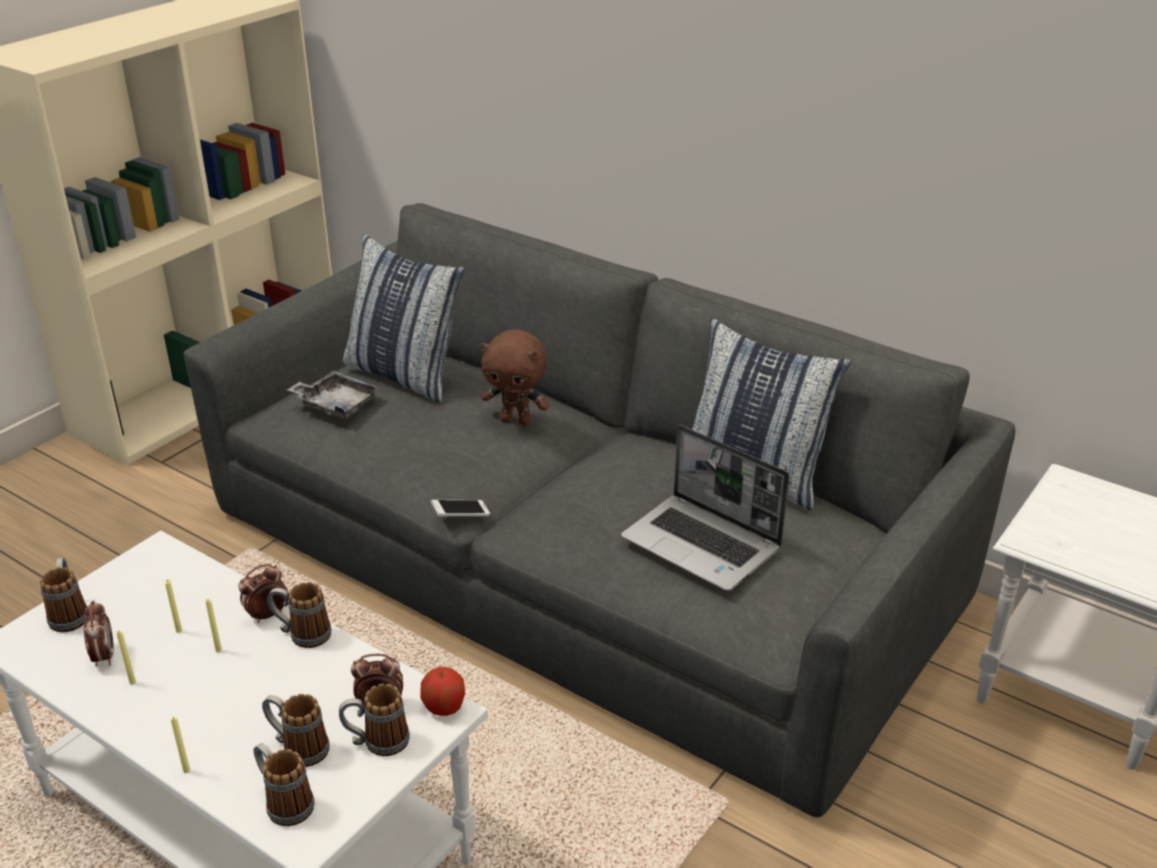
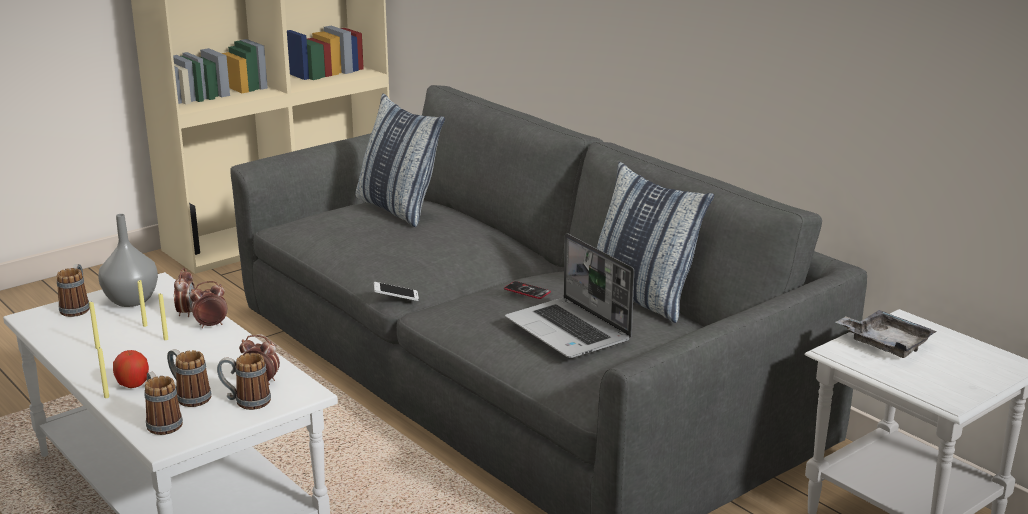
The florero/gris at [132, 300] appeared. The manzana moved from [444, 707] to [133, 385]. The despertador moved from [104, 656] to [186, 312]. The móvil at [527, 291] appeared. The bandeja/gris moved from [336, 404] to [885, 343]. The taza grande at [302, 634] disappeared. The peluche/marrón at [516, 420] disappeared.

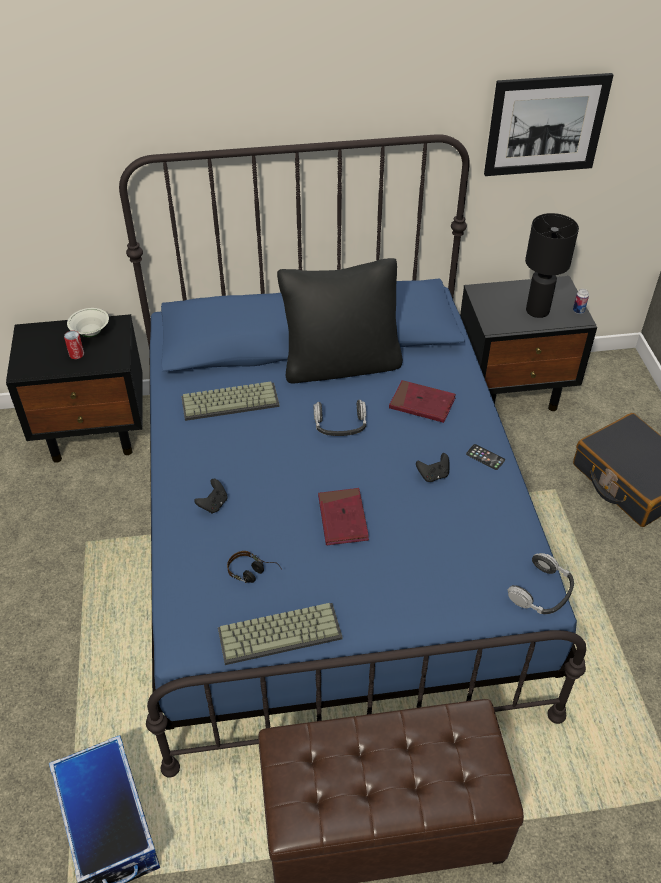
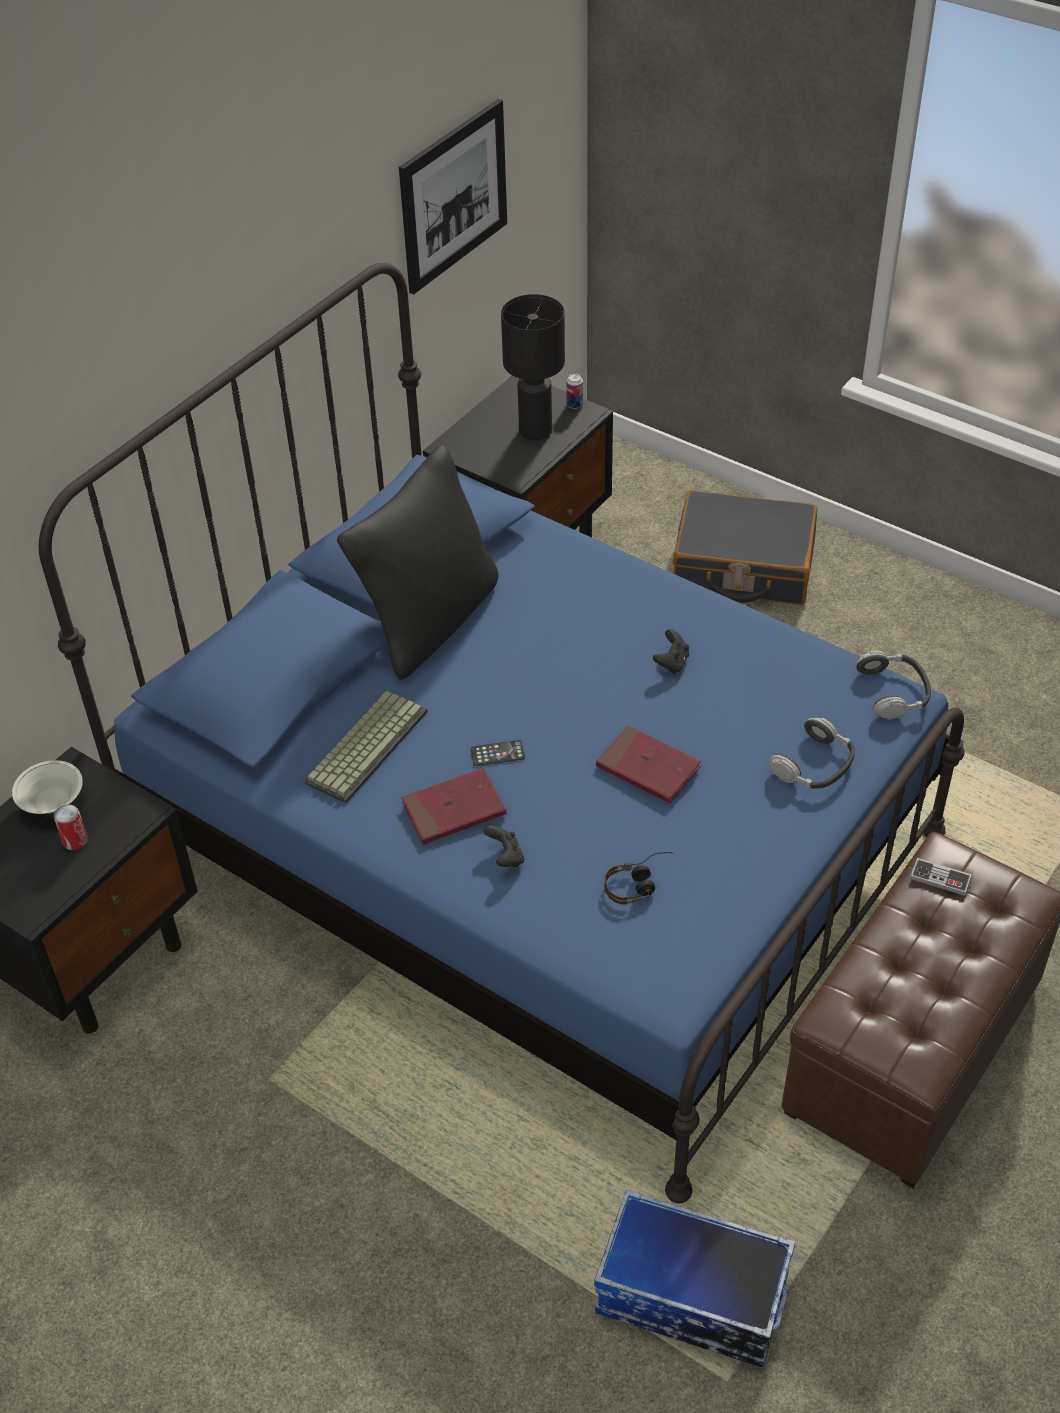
The libro/rojo moved from [422, 404] to [454, 810]. The móvil moved from [485, 457] to [497, 753]. The auriculares moved from [340, 424] to [814, 765]. The mando de consola at [940, 878] appeared. The teclado at [280, 632] disappeared.

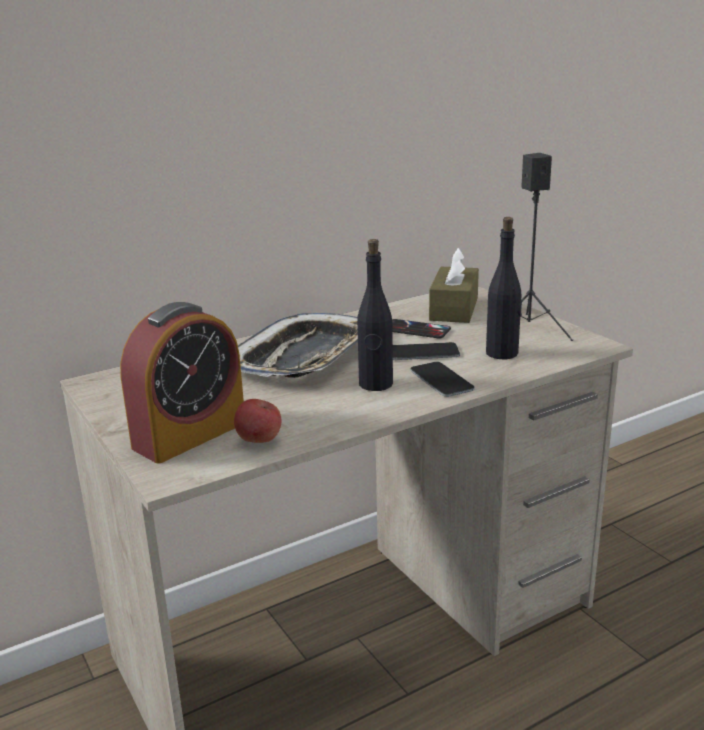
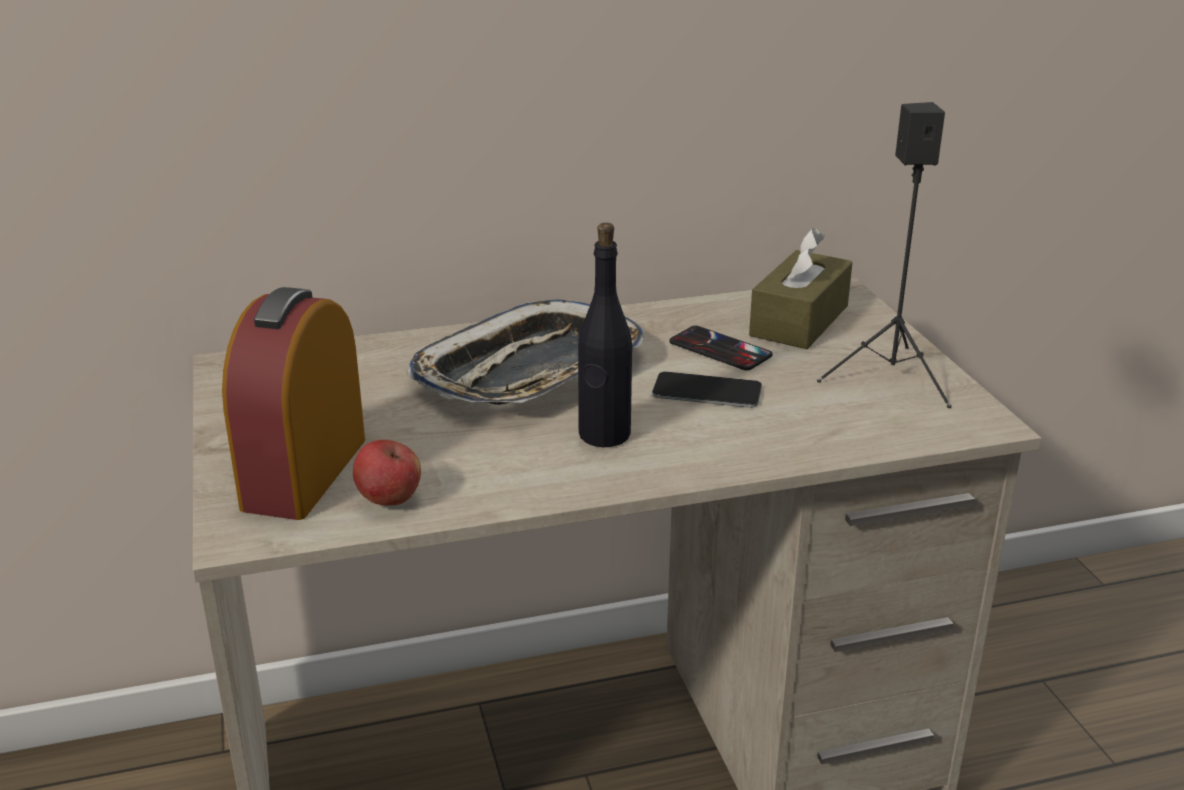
The despertador at [190, 435] turned 135 degrees clockwise. The móvil at [441, 380] disappeared. The botella/negro at [502, 353] disappeared.

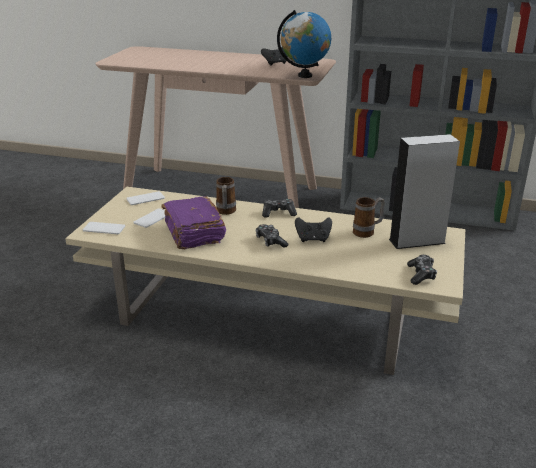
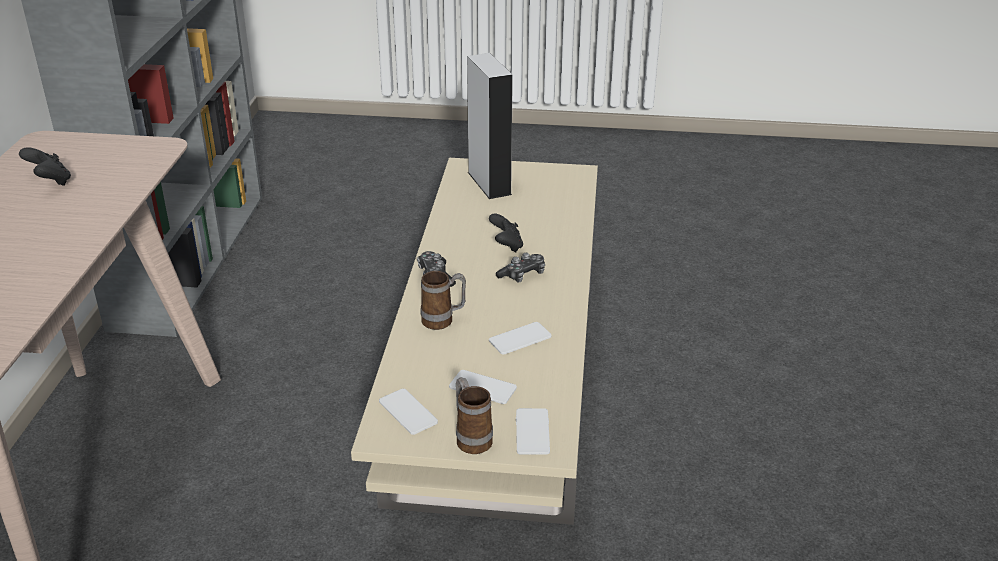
The taza grande moved from [367, 232] to [471, 437]. The libro/morado at [193, 233] was replaced by the móvil at [520, 339]. The globo terráqueo at [304, 76] disappeared. The mando de consola at [421, 275] disappeared.

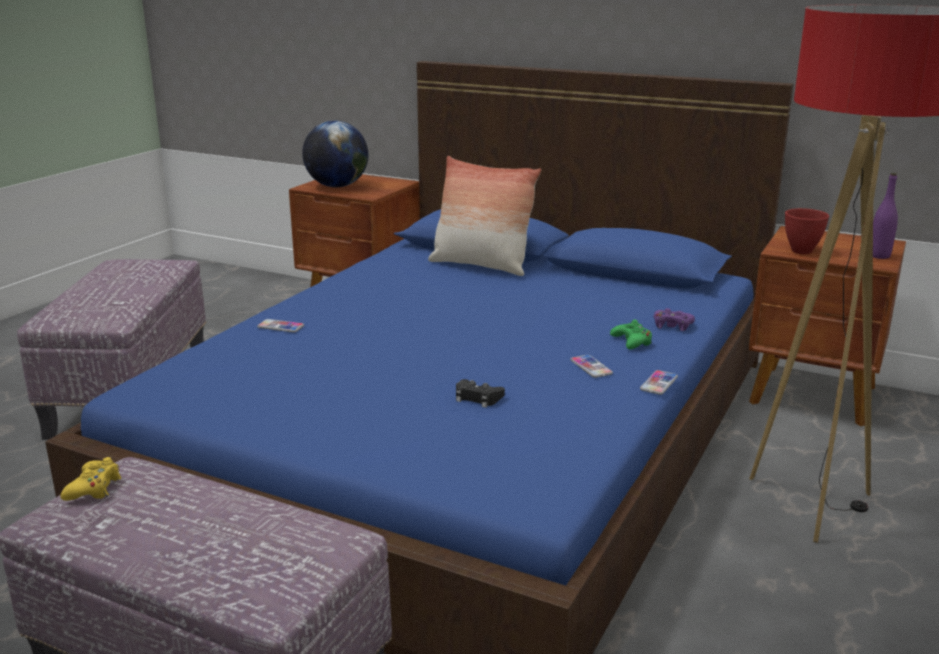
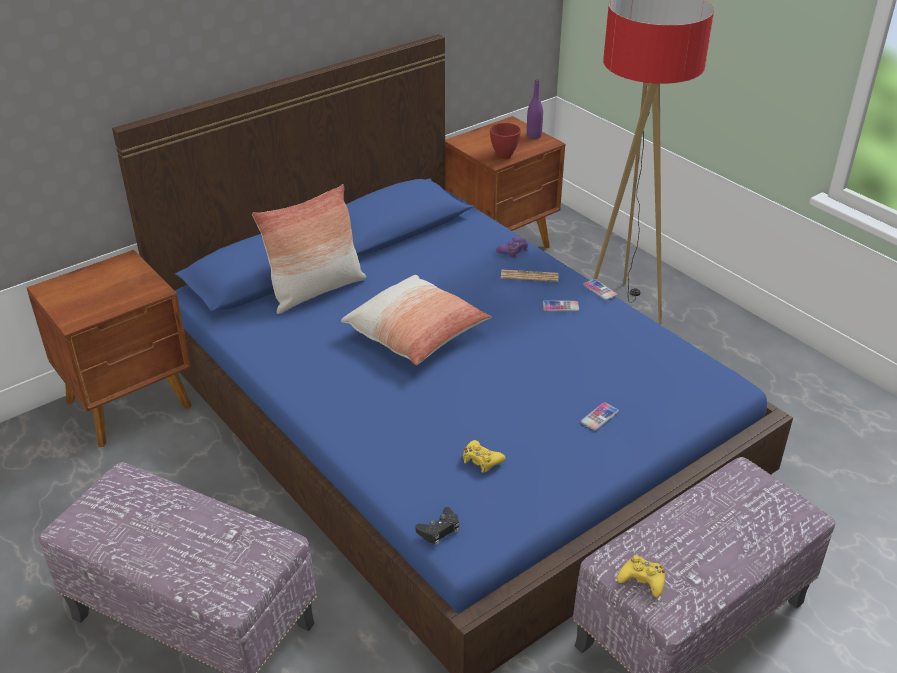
The cojín at [416, 335] appeared. The mando de consola/negro moved from [477, 398] to [439, 530]. The mando de consola/amarillo at [481, 460] appeared. The mando de consola/verde at [632, 342] was replaced by the periódico at [529, 276]. The móvil moved from [280, 327] to [599, 417]. The globo terráqueo at [337, 186] disappeared.

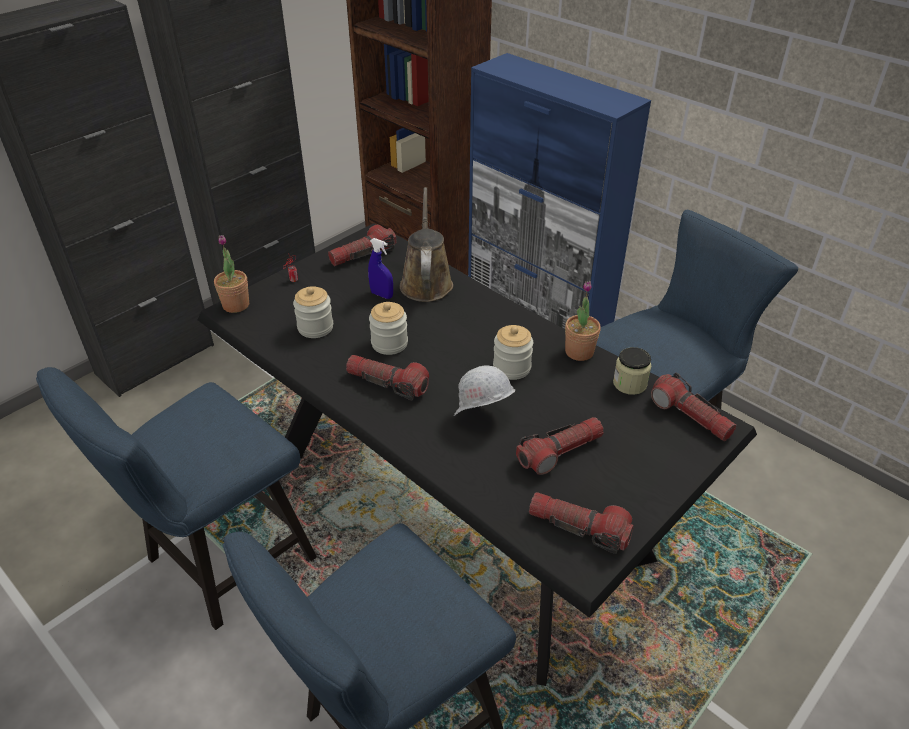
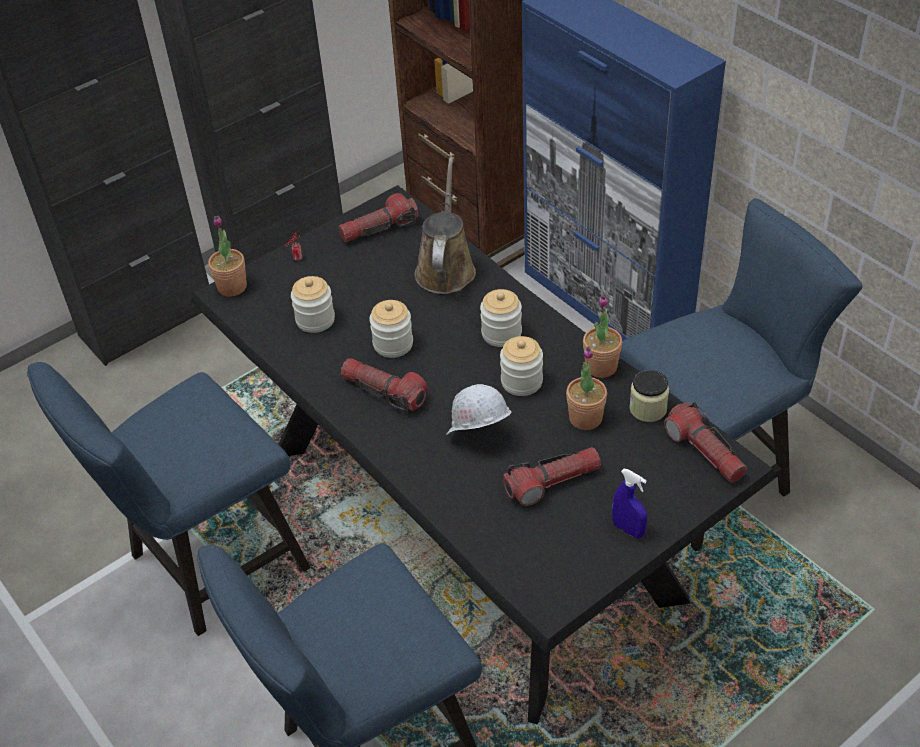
The tarro at [501, 333] appeared. The planta en maceta at [585, 418] appeared. The pulverizador/azul moved from [381, 295] to [628, 529]. The linterna at [579, 528] disappeared.

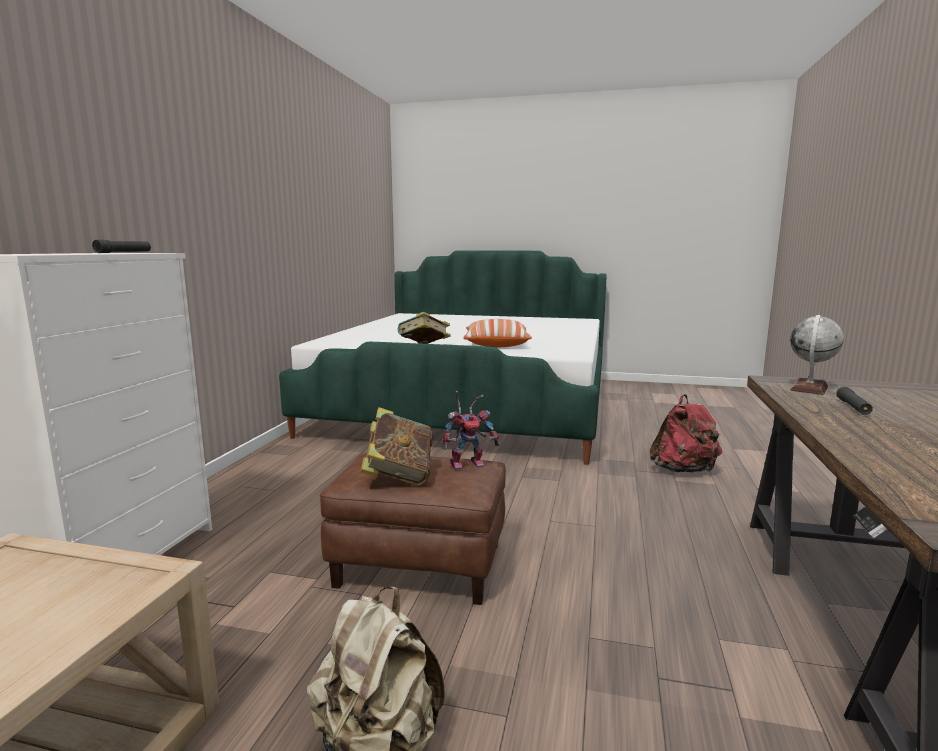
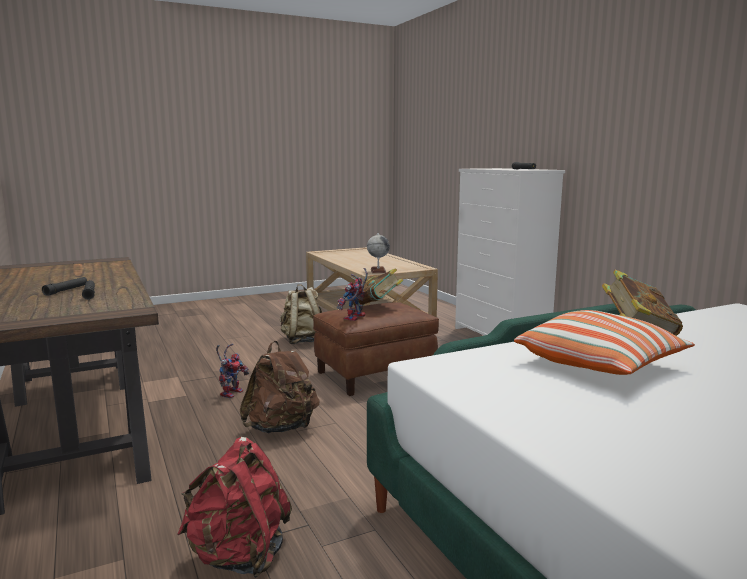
The linterna/negro at [66, 290] appeared. The robot de juguete at [231, 392] appeared. The mochila/marrón at [281, 428] appeared. The globo terráqueo moved from [809, 388] to [378, 271].

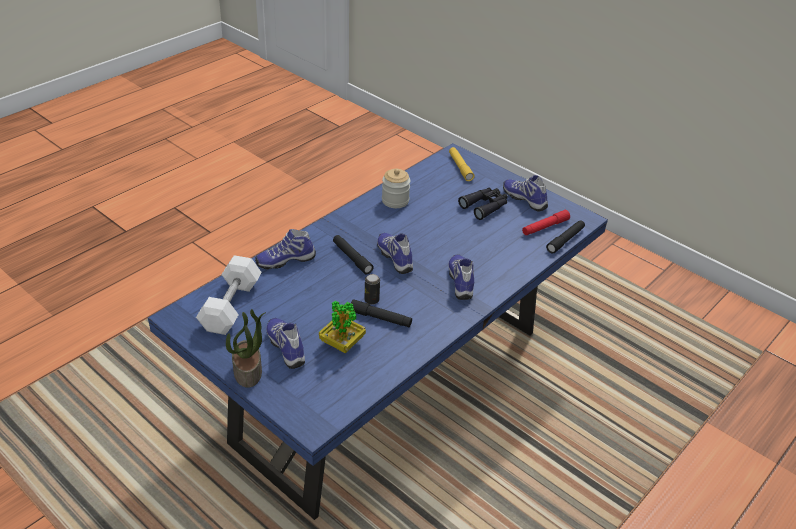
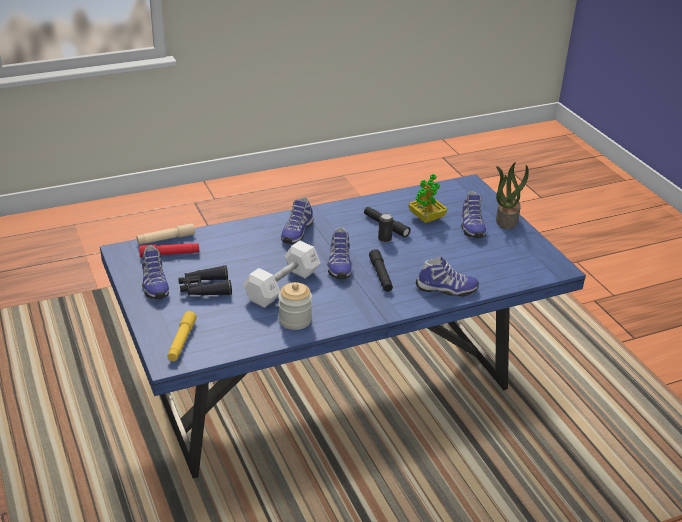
The linterna/negro at [565, 240] became the linterna/beis at [166, 239]. The mancuerna/blanco moved from [231, 306] to [282, 286].

